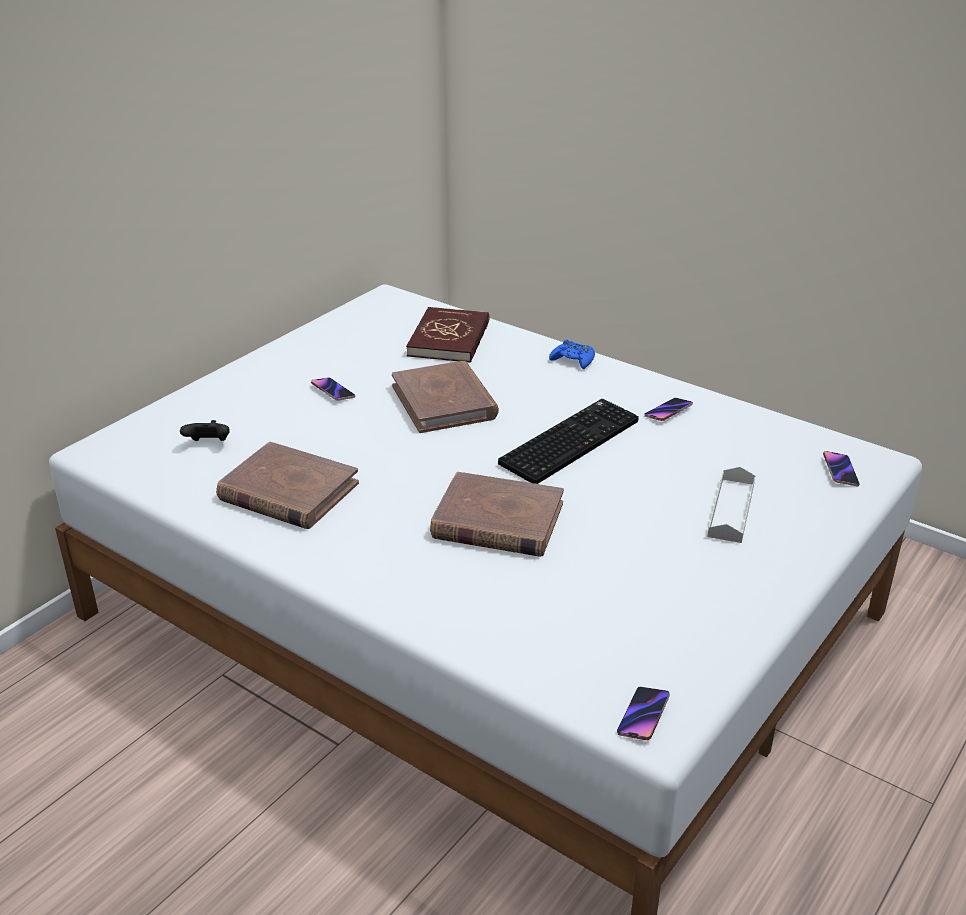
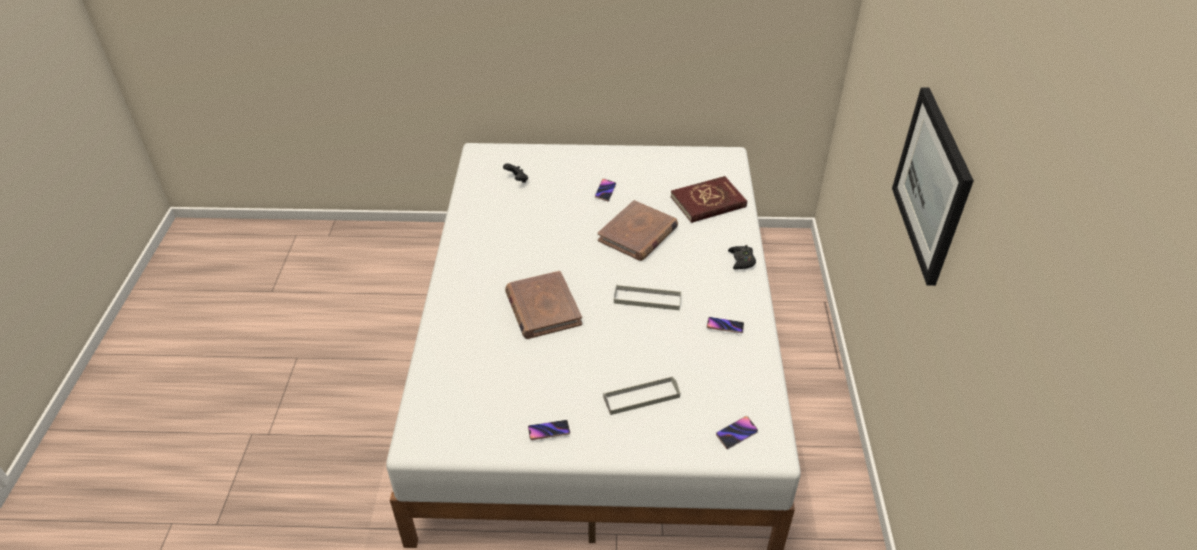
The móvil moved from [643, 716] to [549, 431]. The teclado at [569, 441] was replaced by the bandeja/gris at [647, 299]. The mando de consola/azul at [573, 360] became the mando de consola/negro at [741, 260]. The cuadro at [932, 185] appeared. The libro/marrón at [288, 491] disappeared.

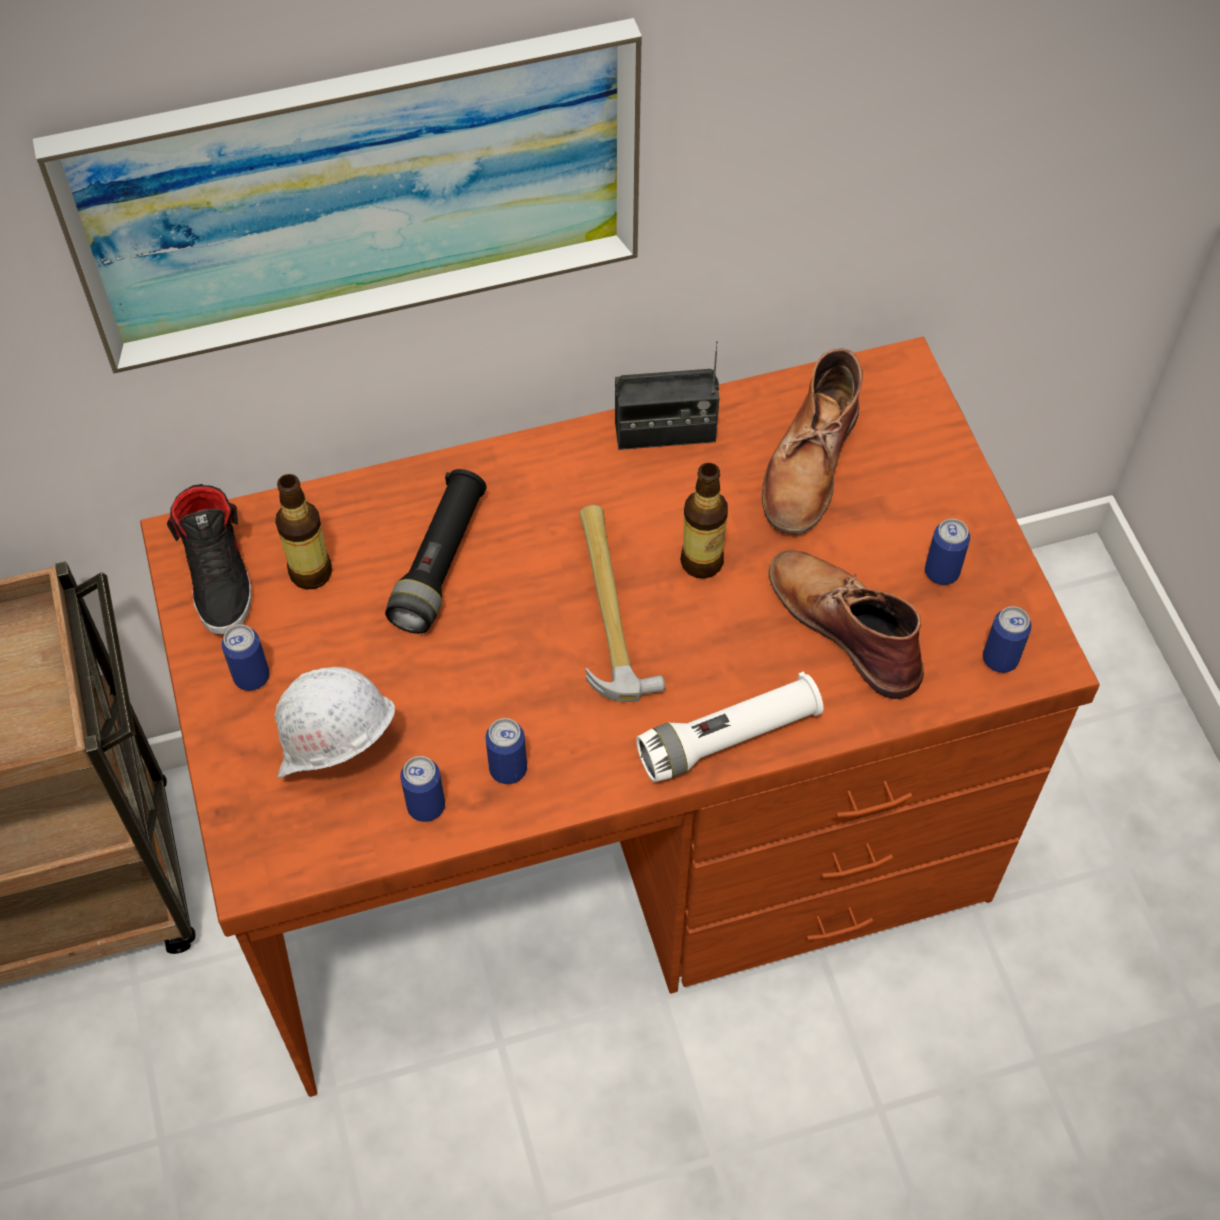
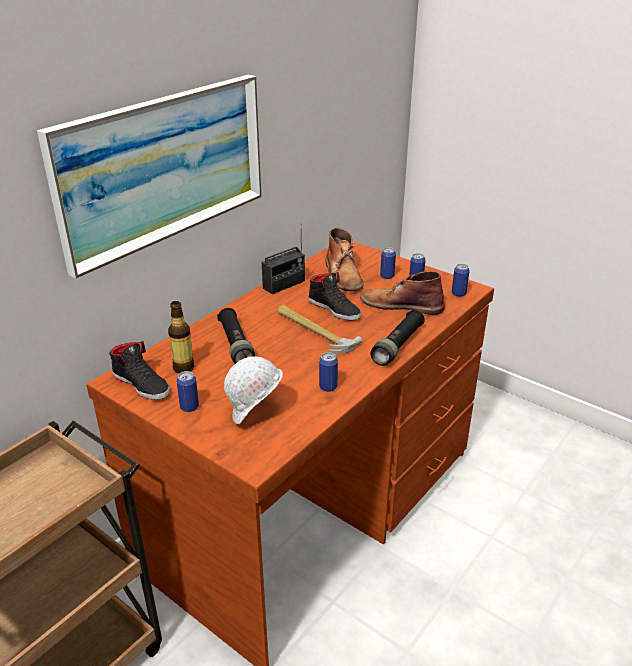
The botella at [702, 562] was replaced by the zapato/negro at [335, 309]. The linterna/blanco at [729, 738] became the linterna/negro at [398, 345]. The lata moved from [426, 806] to [387, 276].

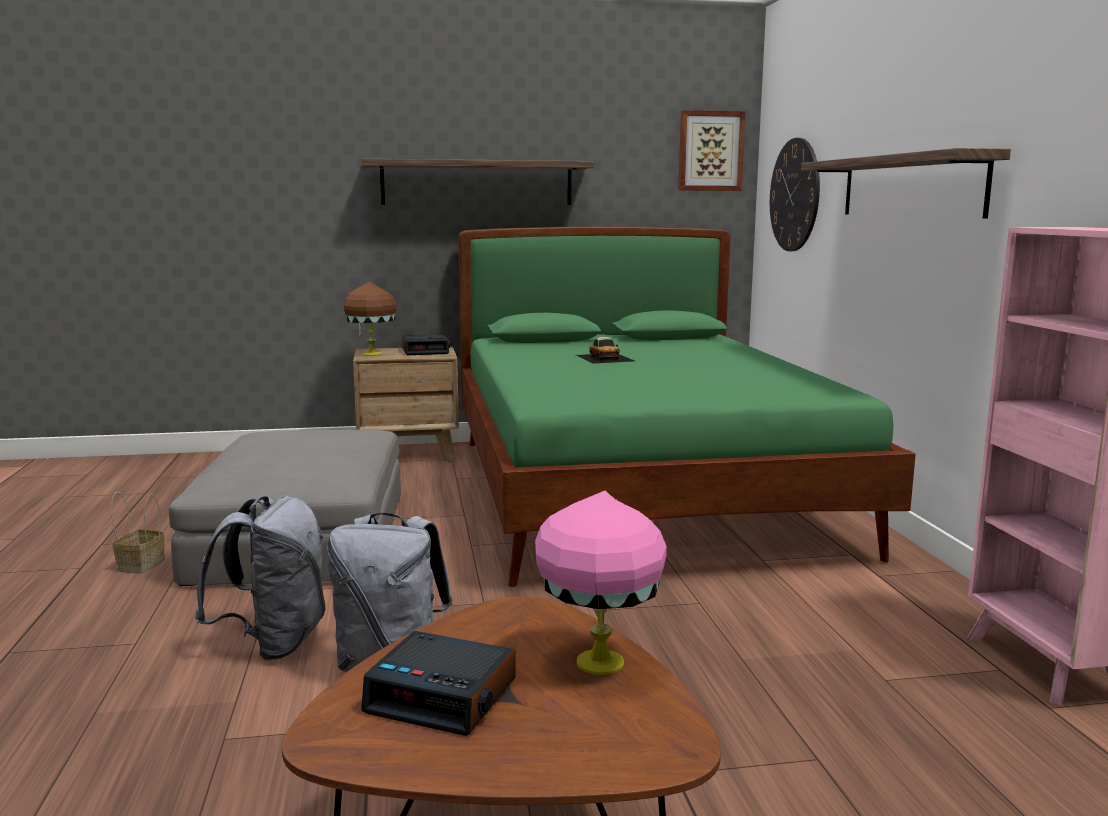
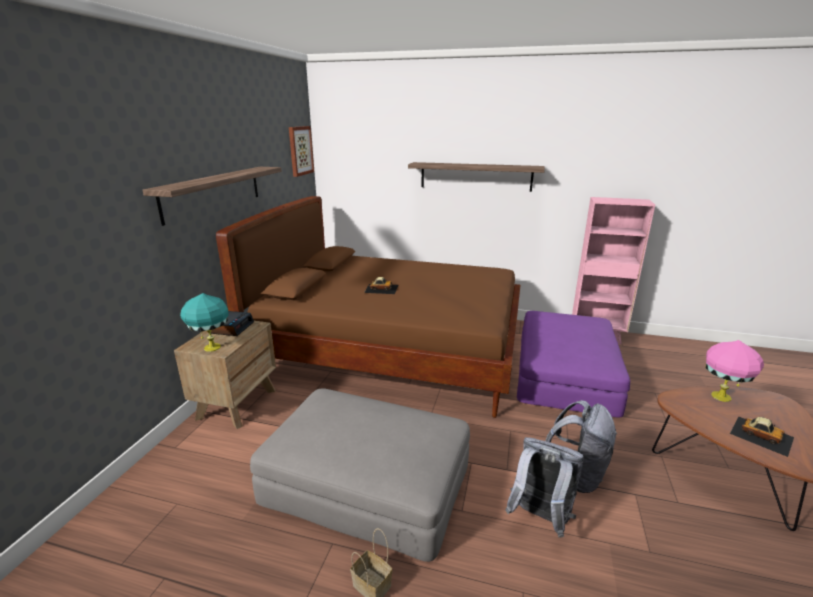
The lámpara de mesa/marrón at [371, 354] became the lámpara de mesa/turquesa at [211, 347]. The cama/verde at [639, 493] became the cama/marrón at [392, 349]. The puf/morado at [564, 373] appeared. The despertador at [443, 696] was replaced by the coche de juguete at [761, 435]. The reloj de pared at [794, 195] disappeared.

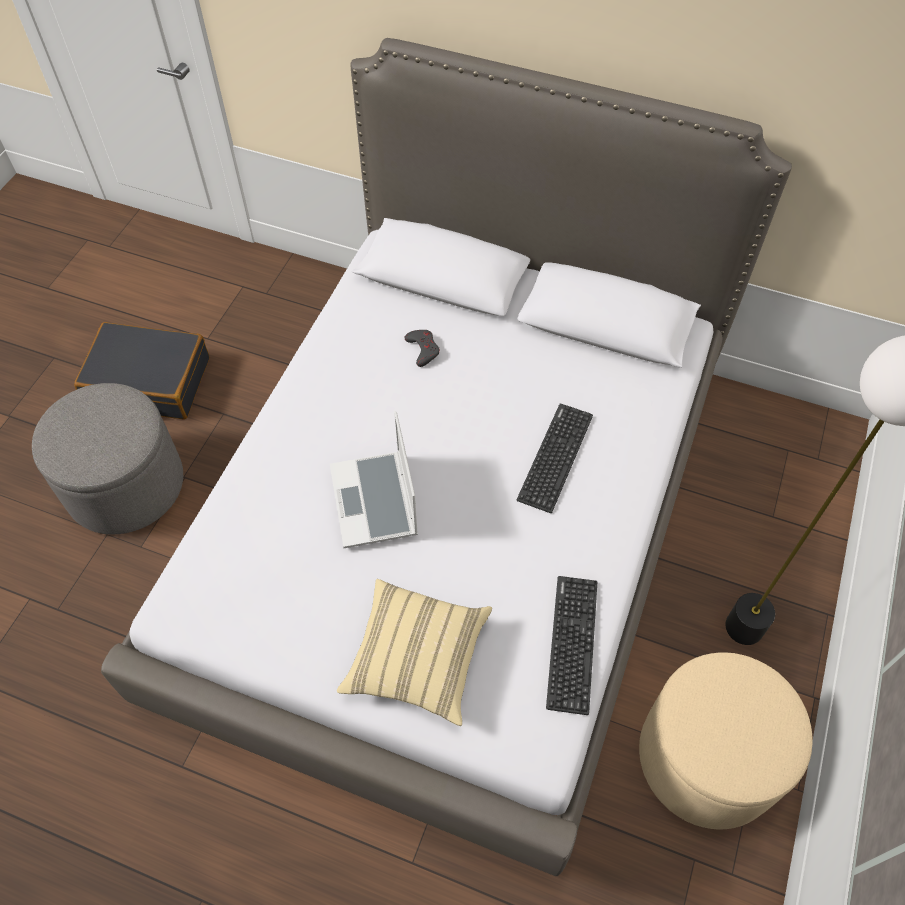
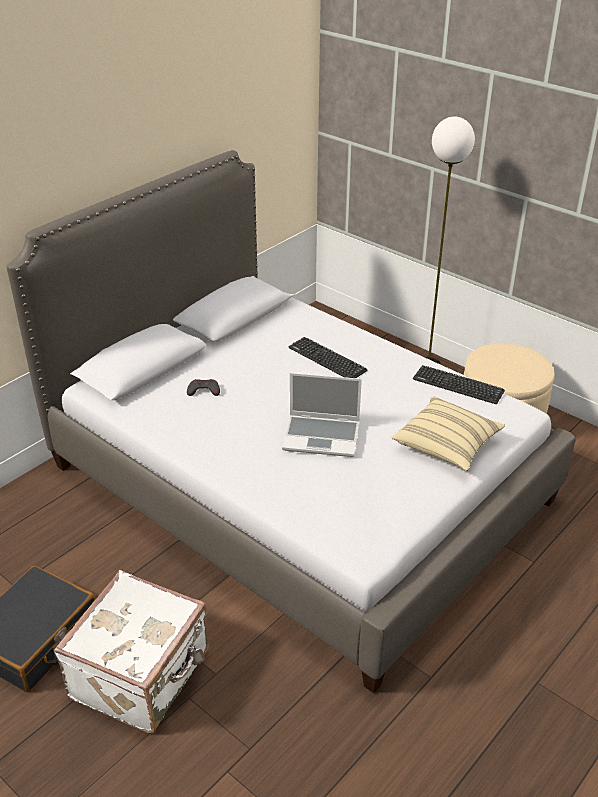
The puf/gris at [125, 485] was replaced by the maleta/blanco at [143, 675].

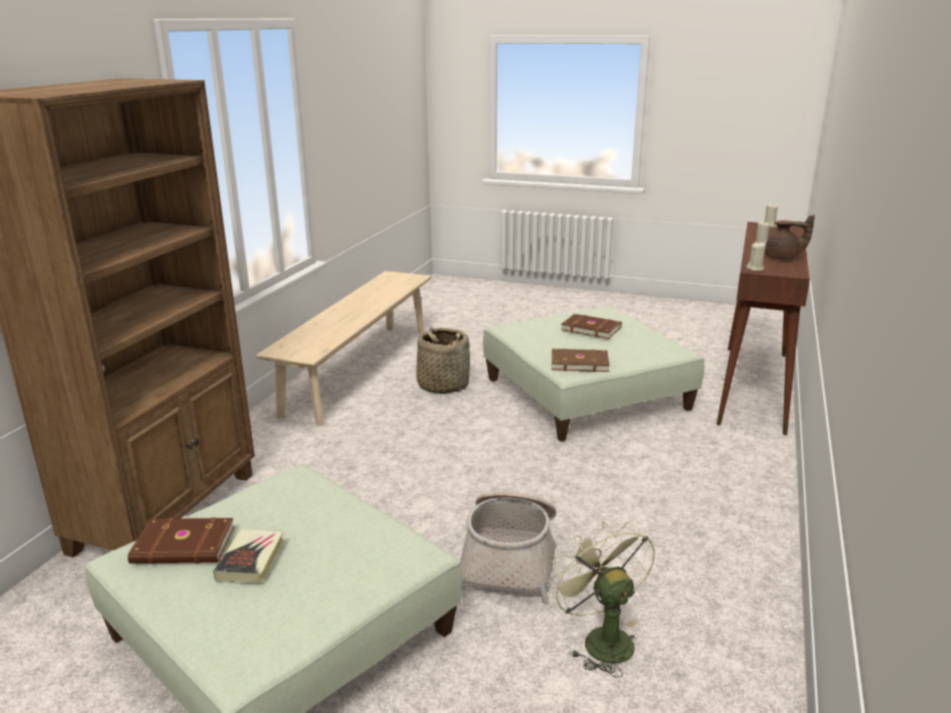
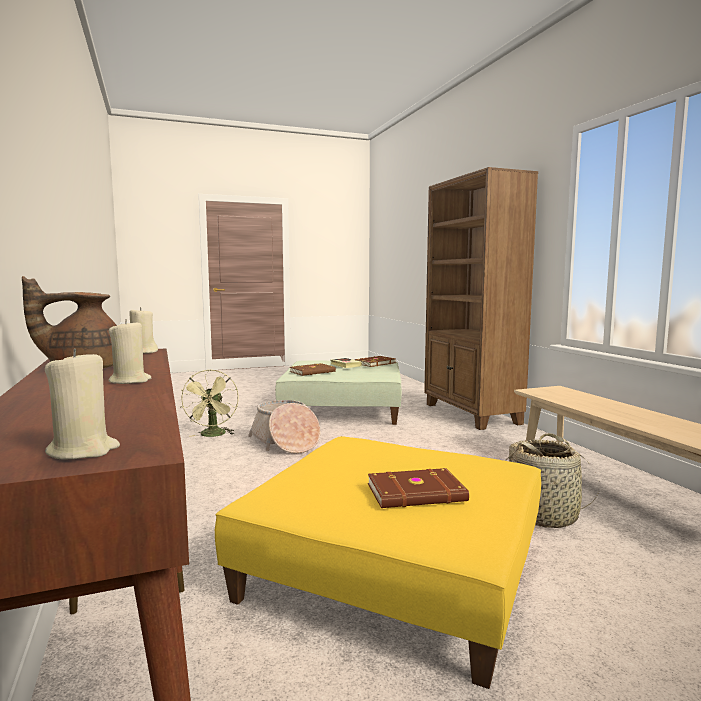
The ventilador/verde at [600, 638] turned 60 degrees clockwise. The puf/verde at [587, 394] became the puf/amarillo at [392, 570]. The libro/marrón moved from [579, 362] to [313, 372].

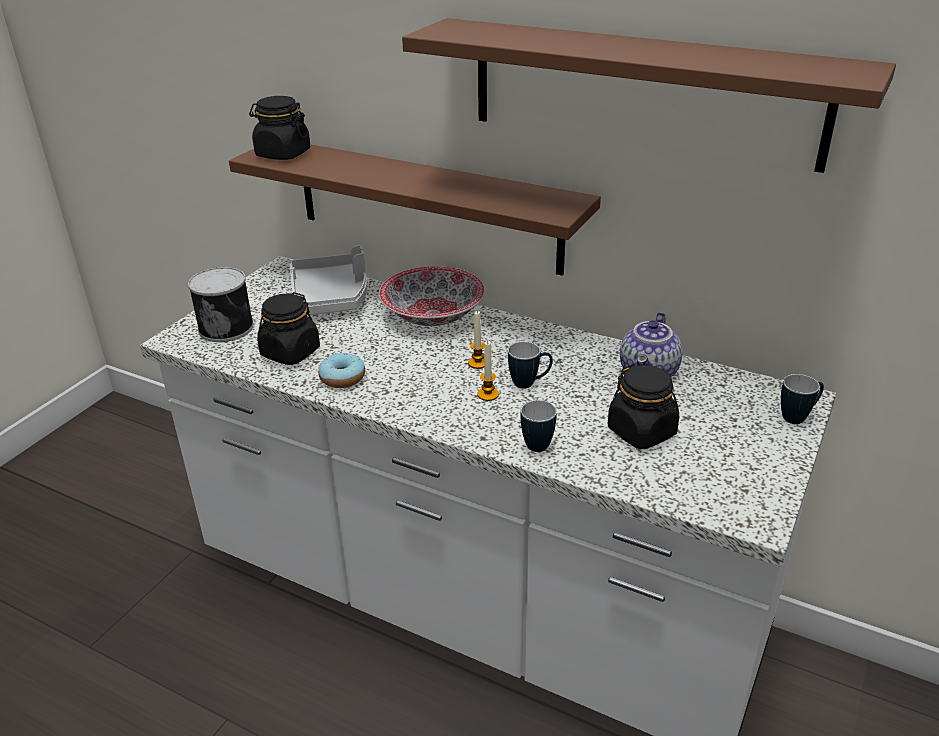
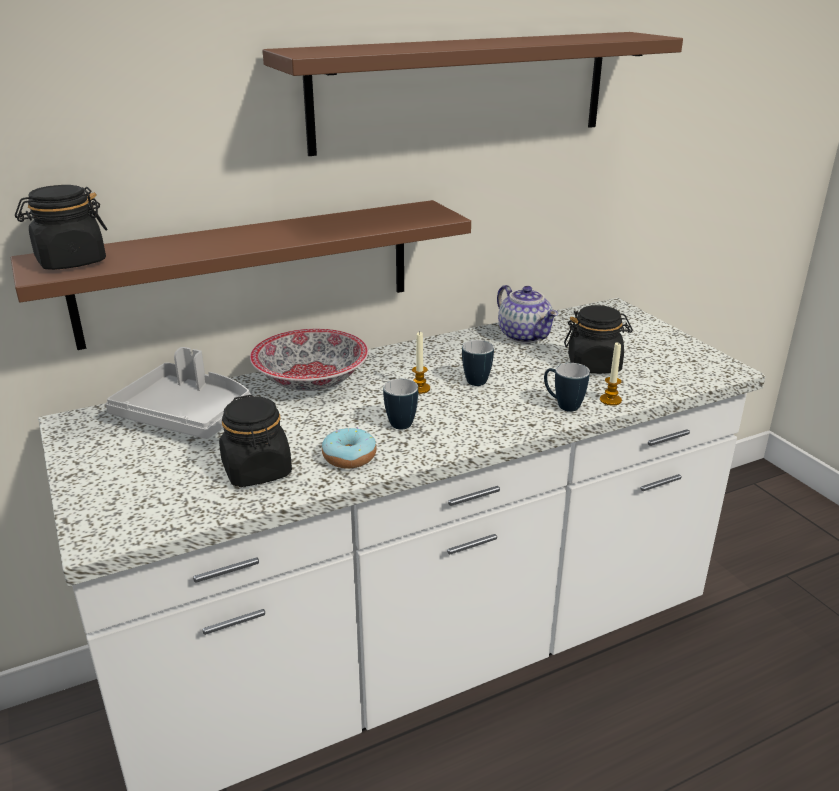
The taza grande moved from [798, 417] to [402, 421]. The vela moved from [488, 394] to [610, 400]. The lata at [227, 327] disappeared.

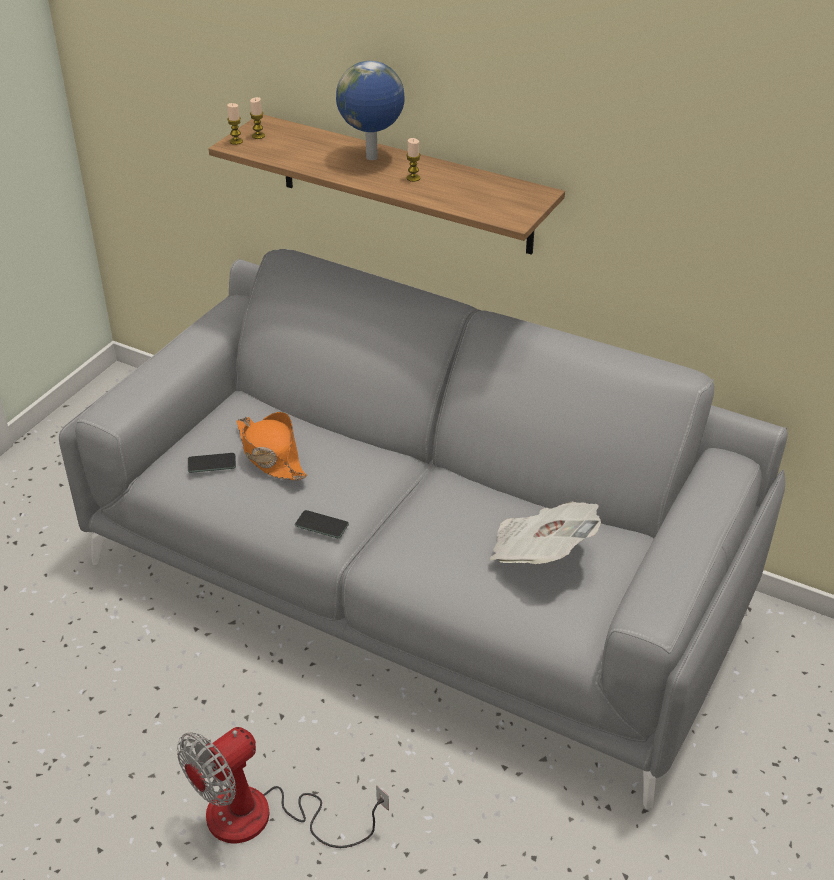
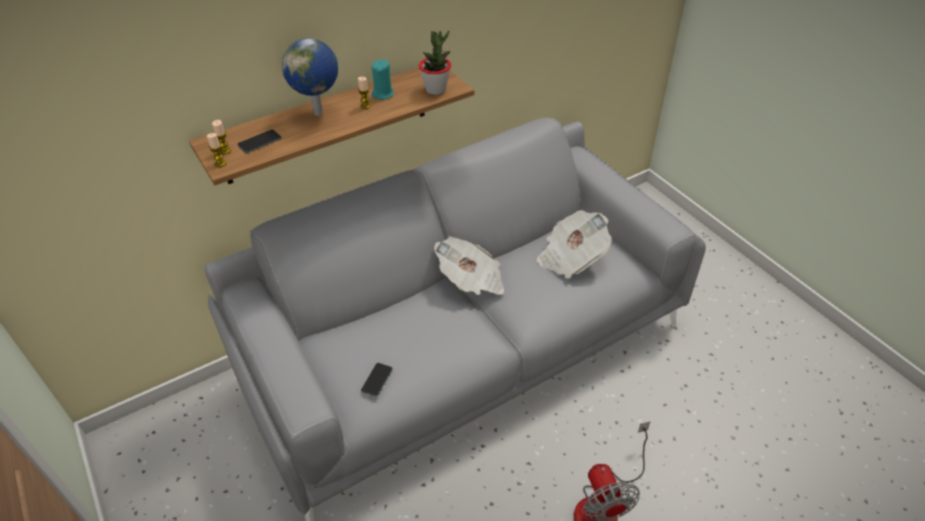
The móvil moved from [321, 525] to [259, 142]. The vela/turquesa at [383, 94] appeared. The planta en maceta at [436, 89] appeared. The periódico at [471, 280] appeared. The sombrero/naranja at [270, 455] disappeared.

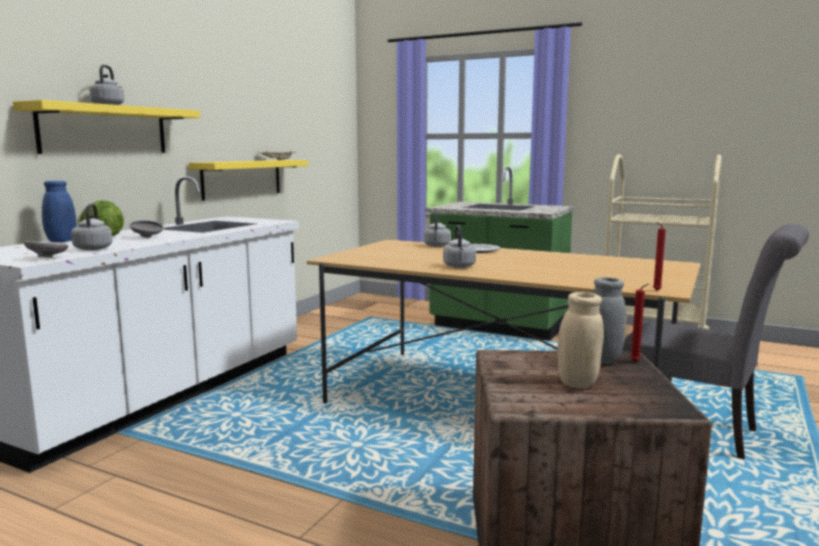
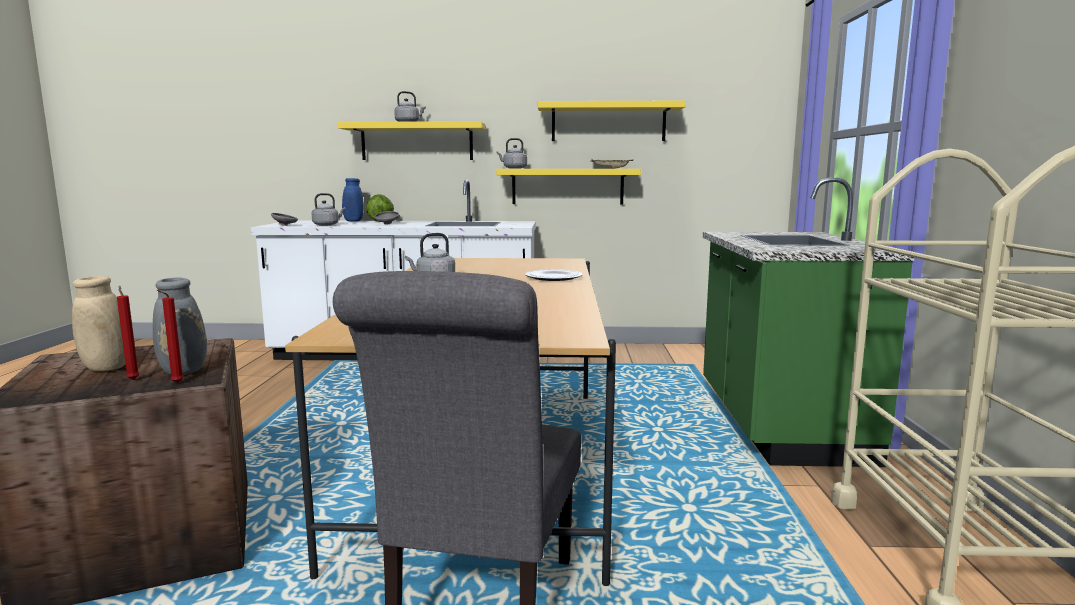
The vela/rojo moved from [655, 290] to [133, 379]. The hervidor/gris moved from [437, 246] to [513, 168]. The estante/amarillo at [608, 122] appeared.

